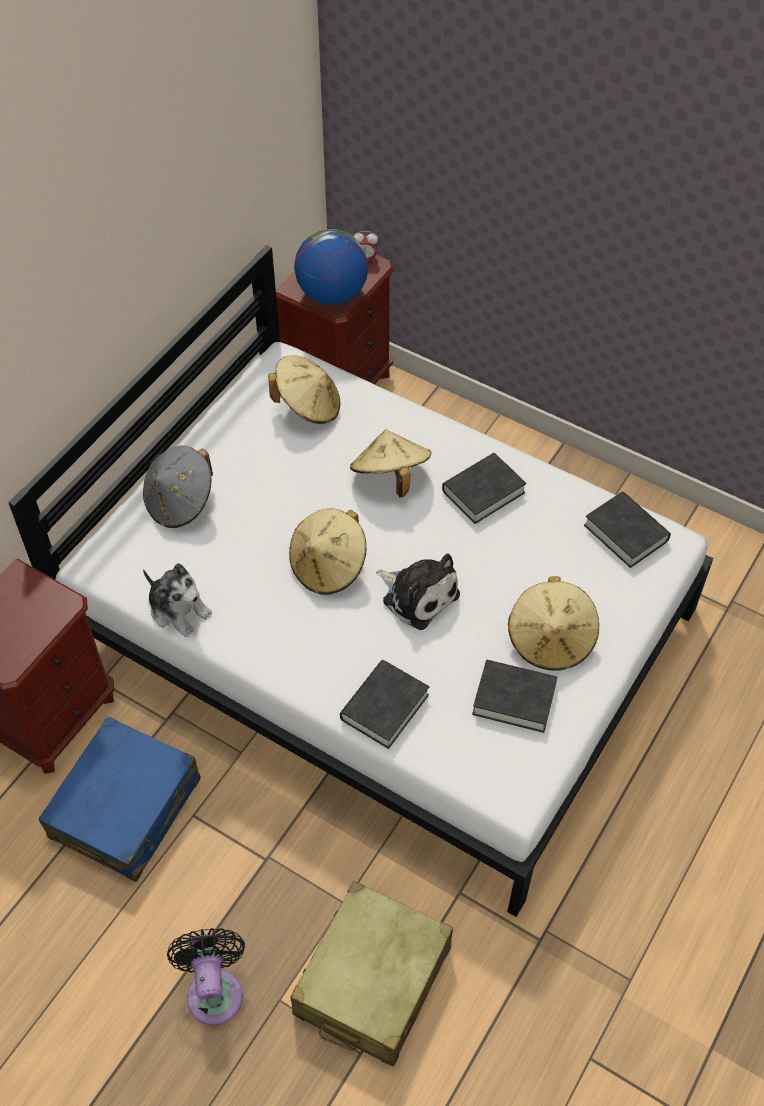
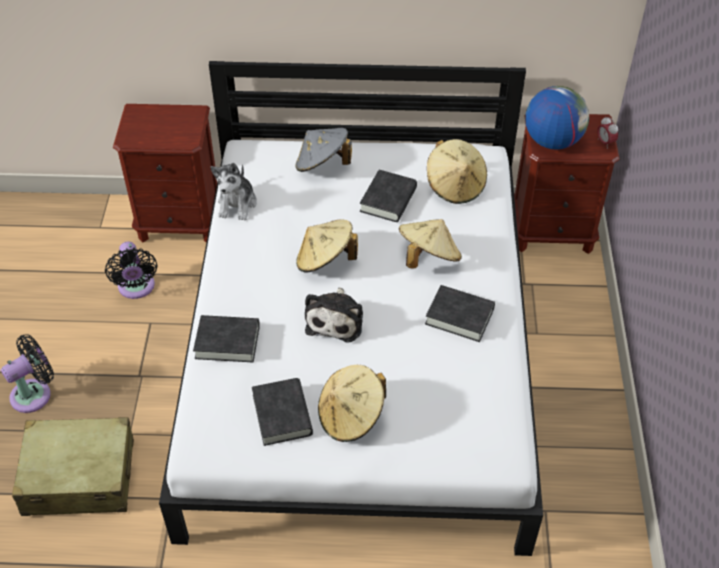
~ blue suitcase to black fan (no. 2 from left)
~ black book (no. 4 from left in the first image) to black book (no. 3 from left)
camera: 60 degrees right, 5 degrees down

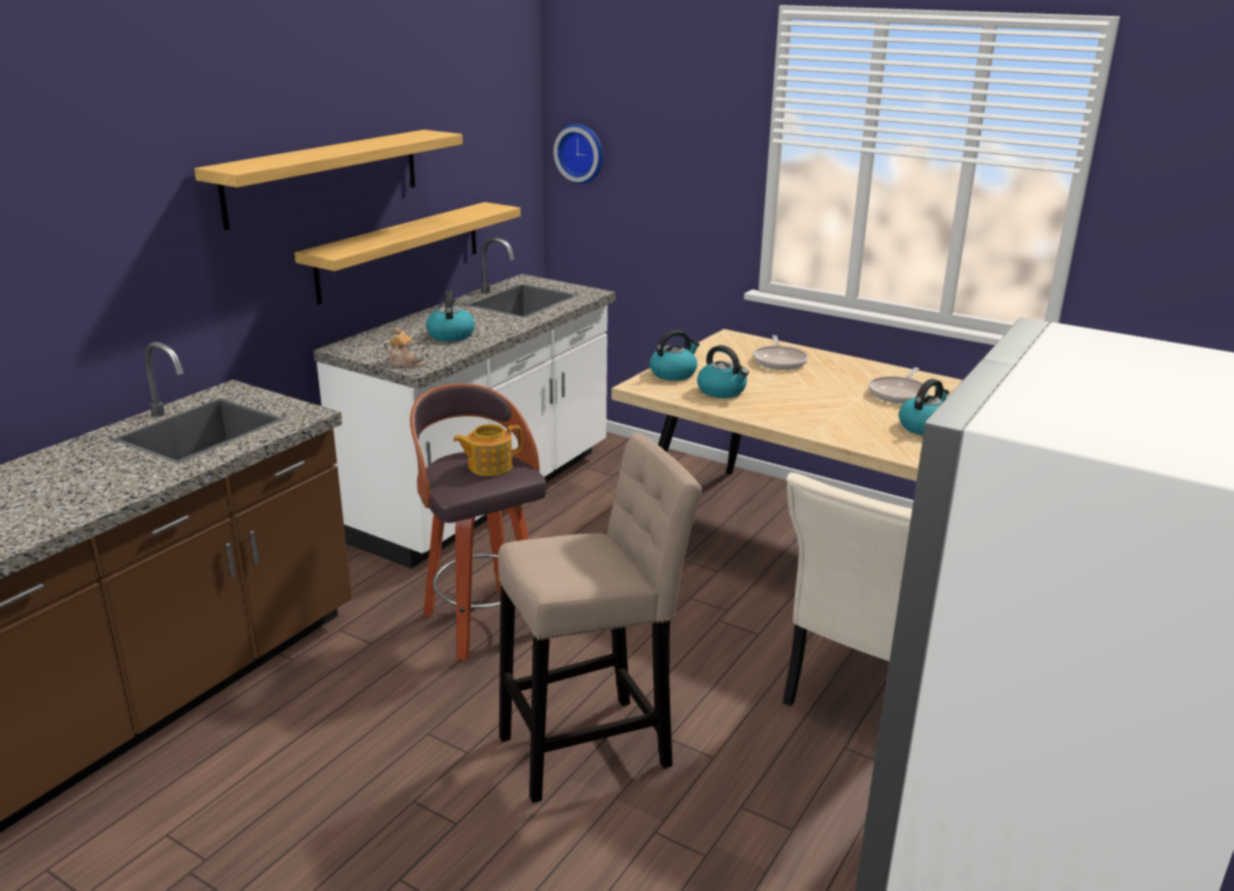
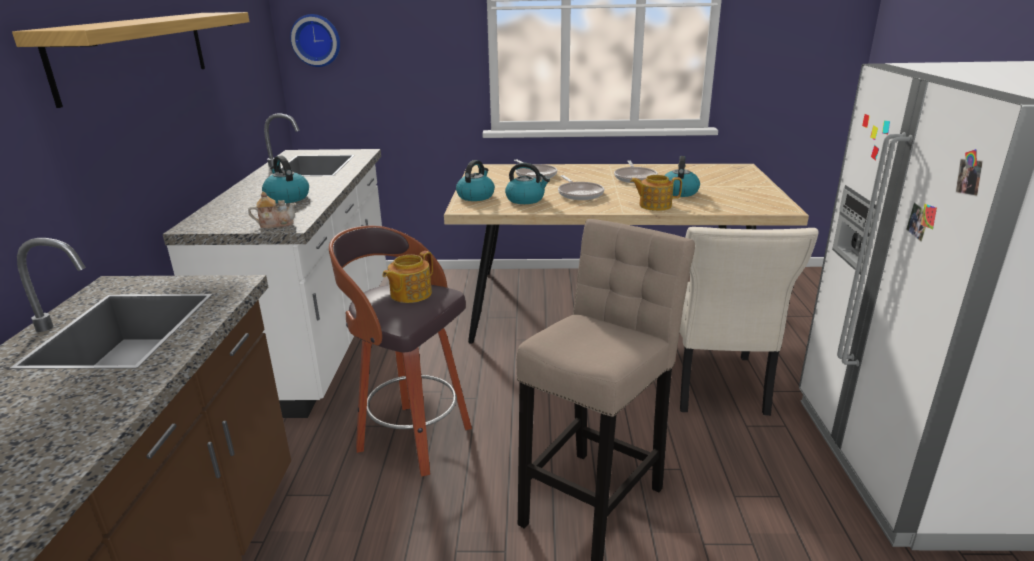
+ frying pan (no. 2 from left)
+ teapot (no. 3 from left)
- shelf (no. 2 from left)
camera: 30 degrees left, 0 degrees up

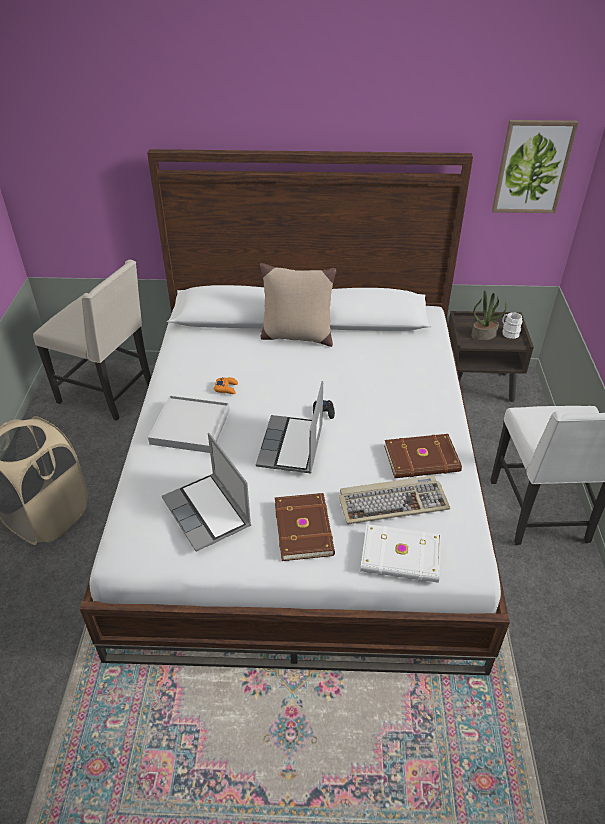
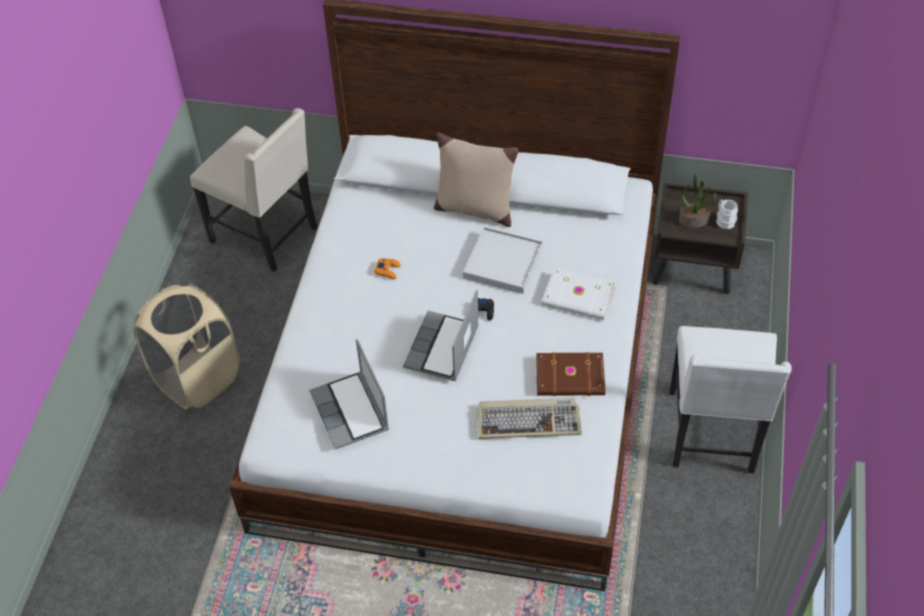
~ white tray
~ white book
- brown book (no. 1 from left)
- picture
camera: 10 degrees right, 10 degrees up

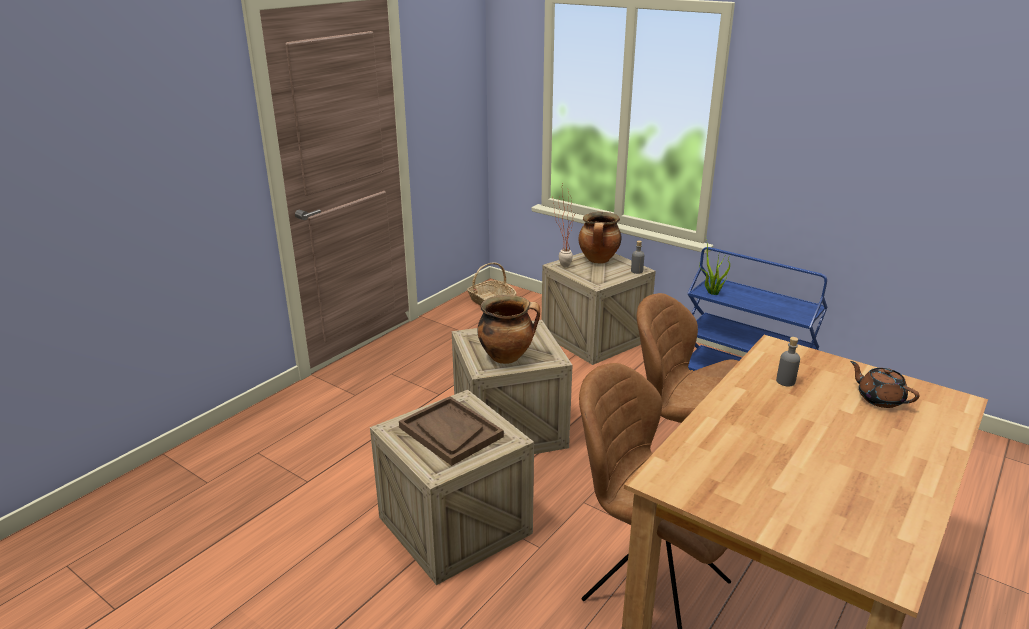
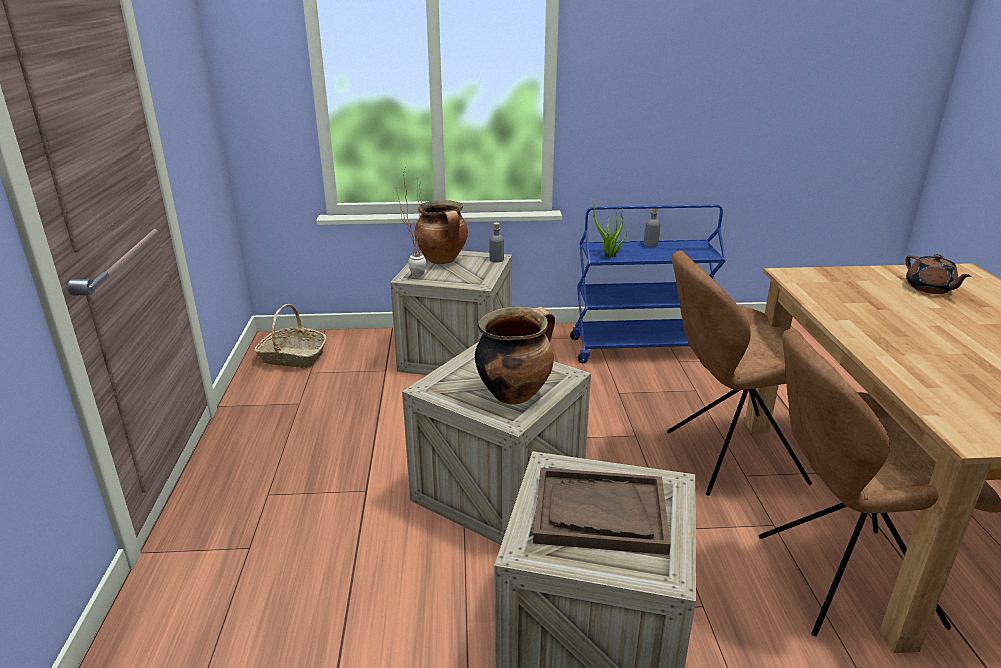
~ grey bottle (no. 2 from left)
~ brown teapot 120 degrees counterclockwise
camera: 40 degrees left, 0 degrees up

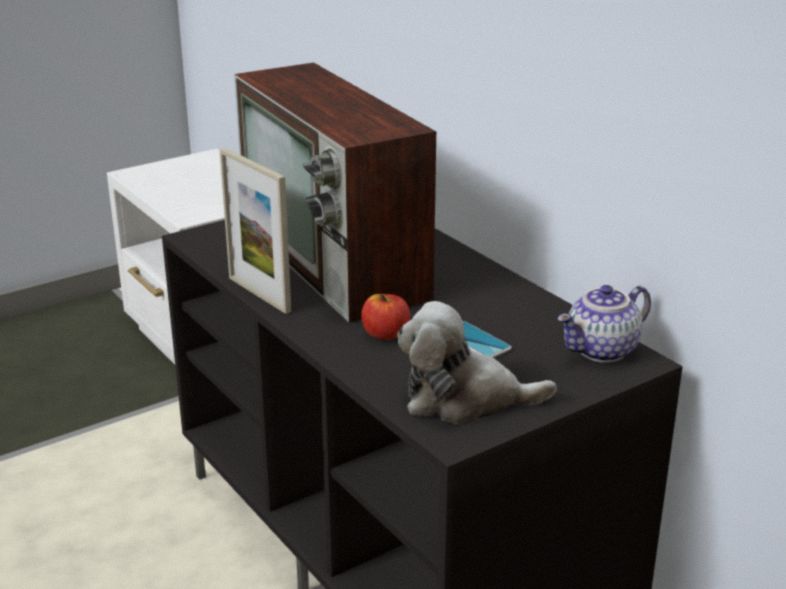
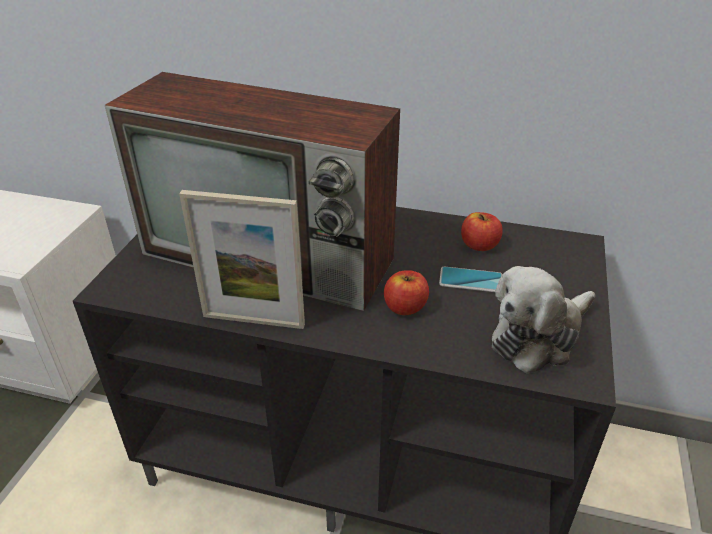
+ apple (no. 2 from left)
- teapot
camera: 40 degrees left, 10 degrees up

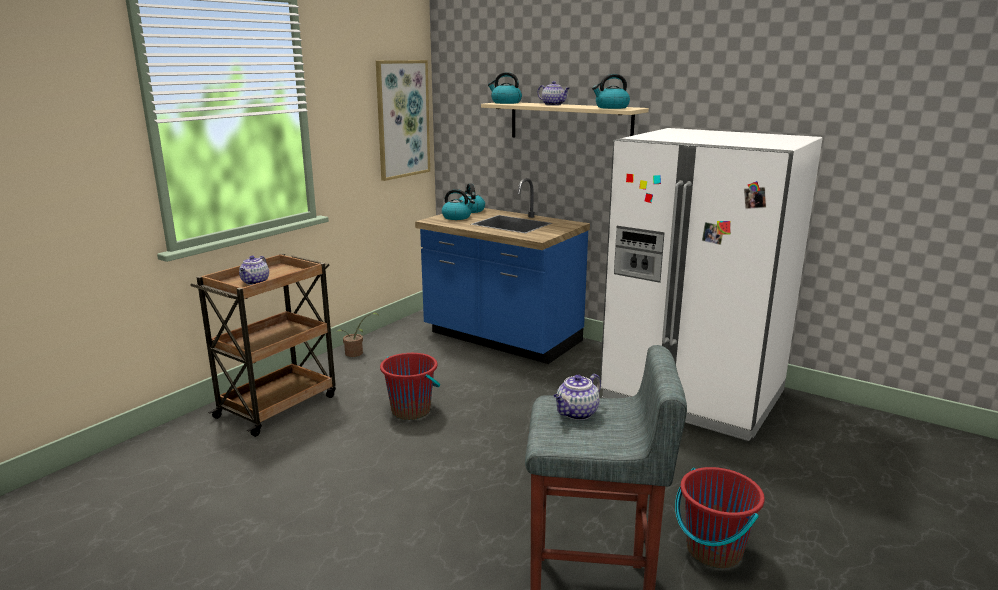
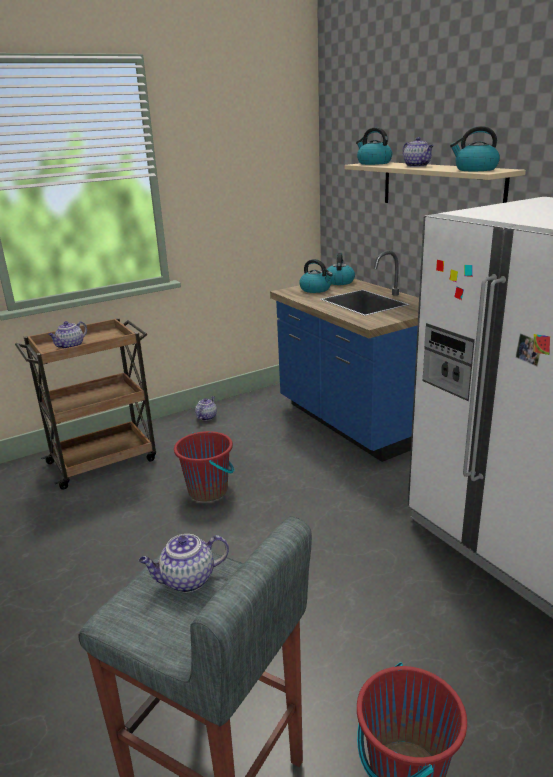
~ potted plant to teapot (no. 3 from left)
- picture
camera: 25 degrees right, 5 degrees up

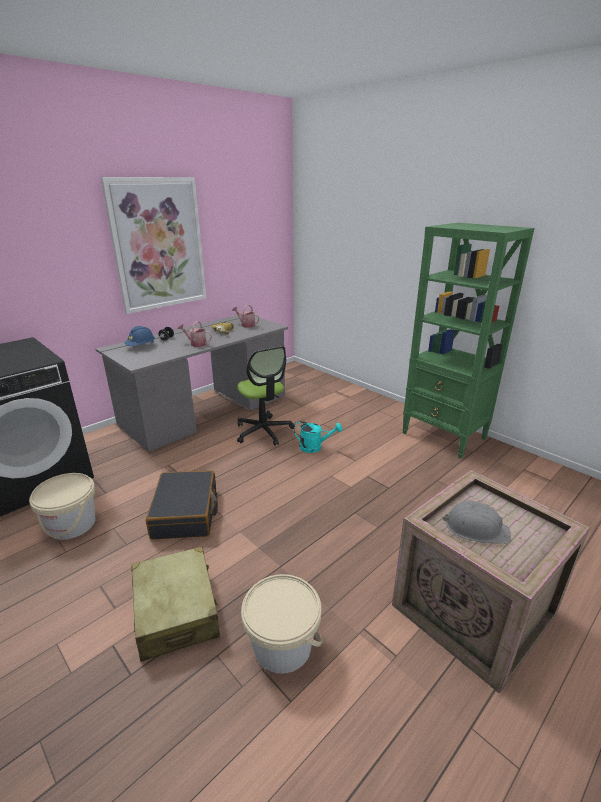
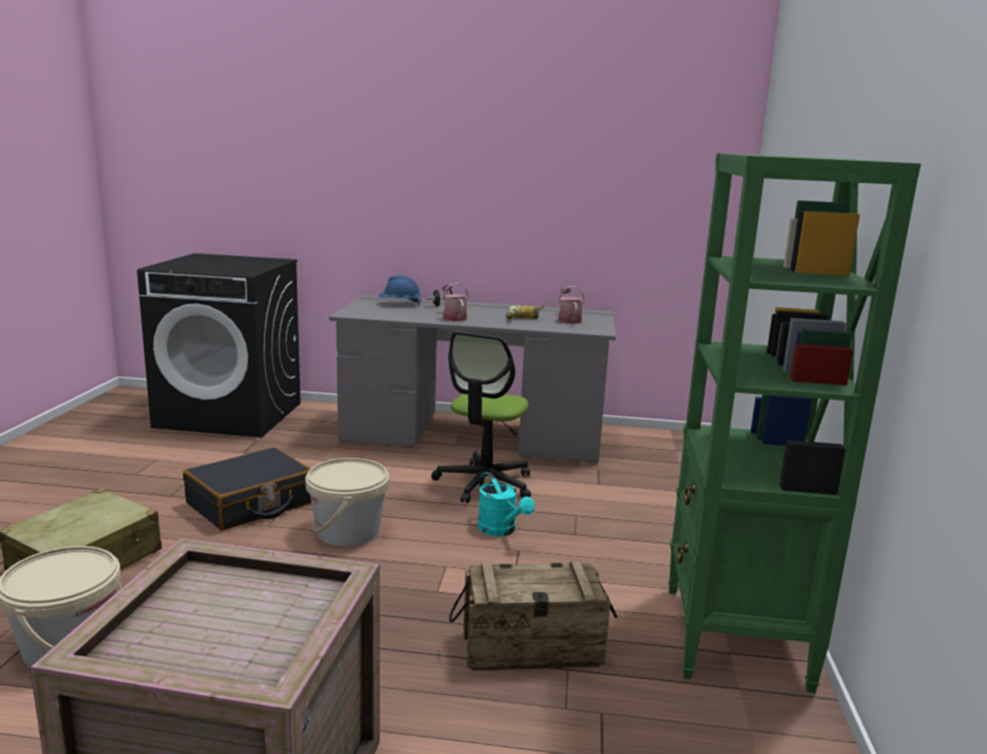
~ beige bucket (no. 1 from left in the first image) to beige bucket (no. 2 from left)
+ crate (no. 2 from left)
- picture
- grey hard hat
camera: 50 degrees right, 10 degrees down

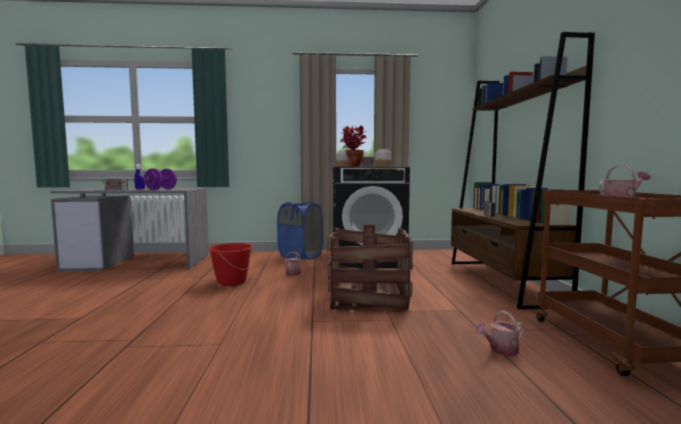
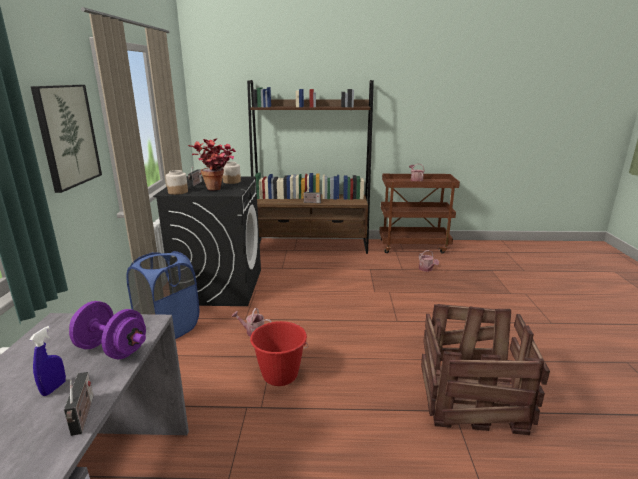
+ picture
~ crate
camera: 85 degrees left, 15 degrees up

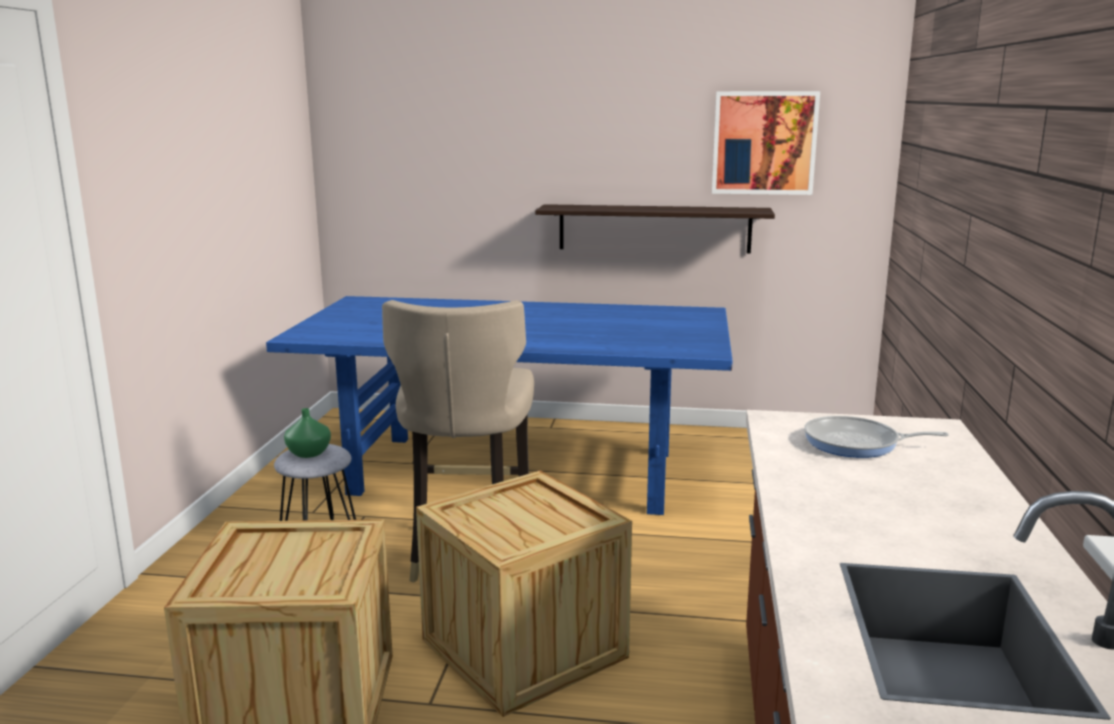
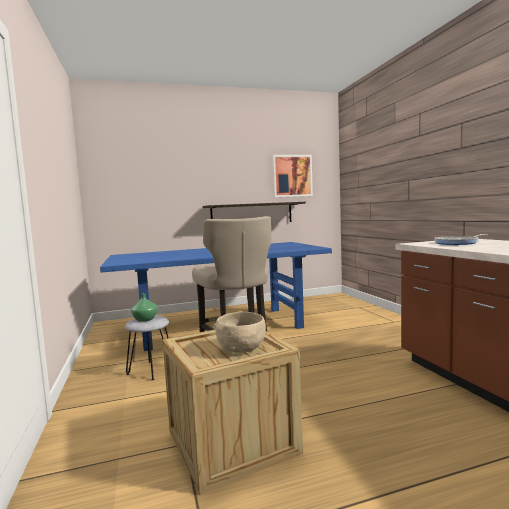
+ beige bowl
- crate (no. 2 from left)
camera: 25 degrees left, 10 degrees down

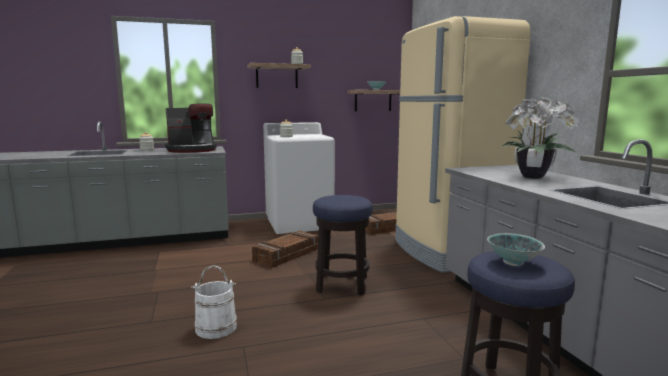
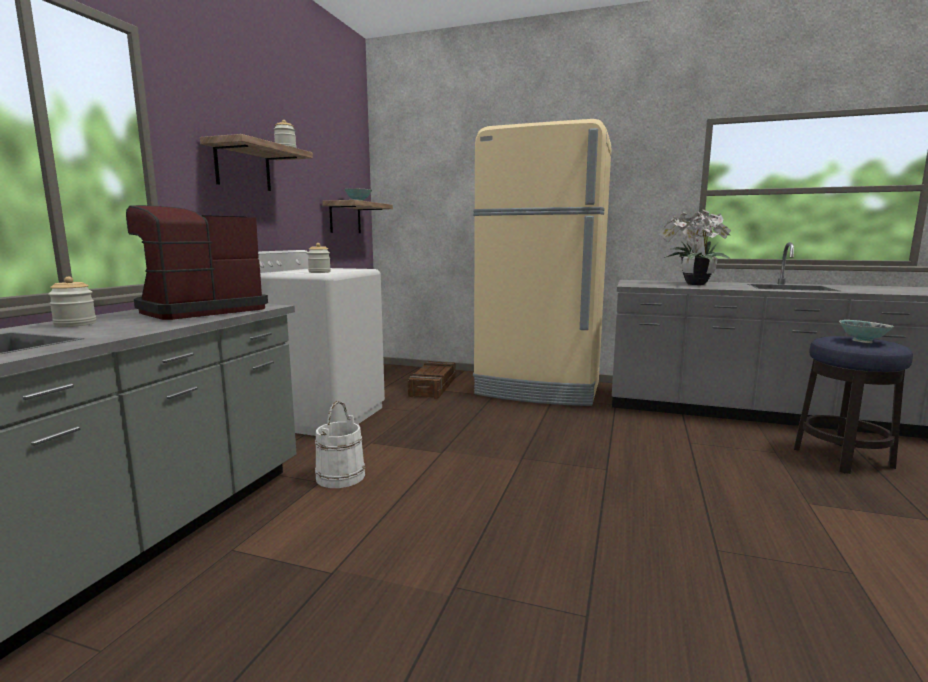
~ coffee machine 150 degrees counterclockwise
~ white bucket
- crate (no. 1 from left)
- stool (no. 1 from left)
camera: 55 degrees left, 0 degrees up

